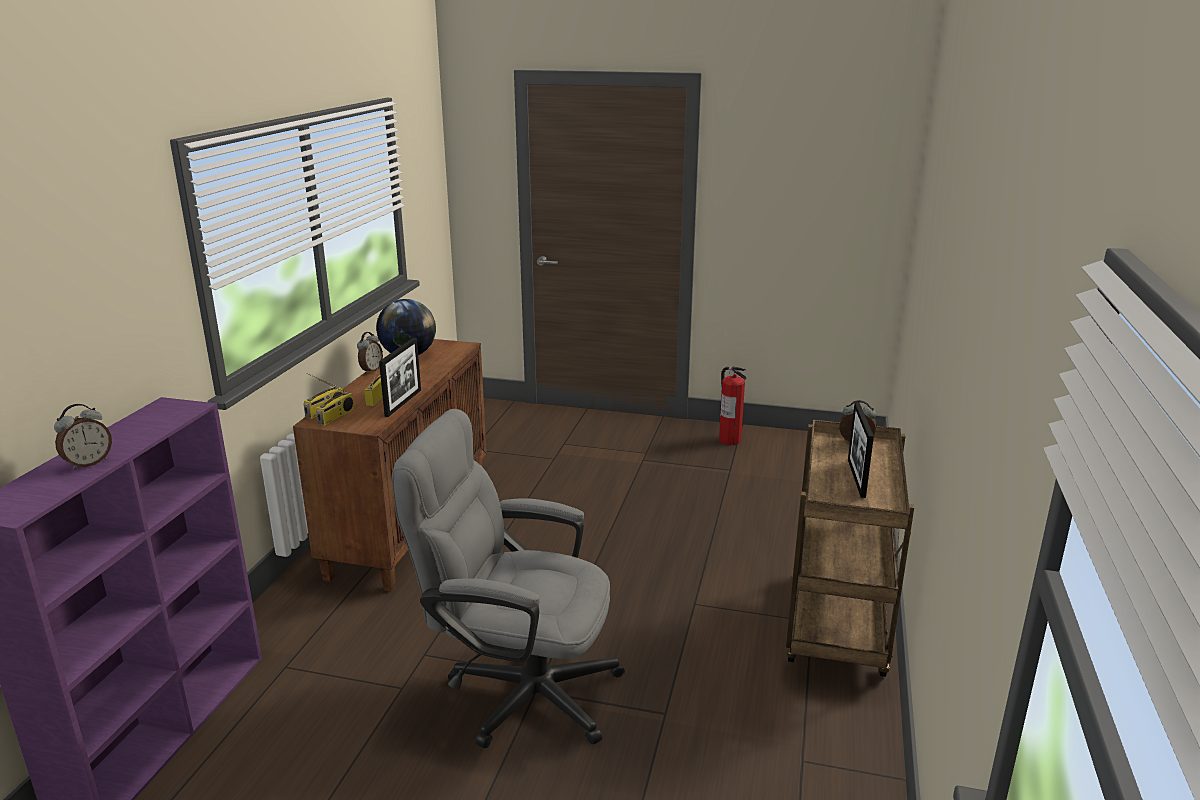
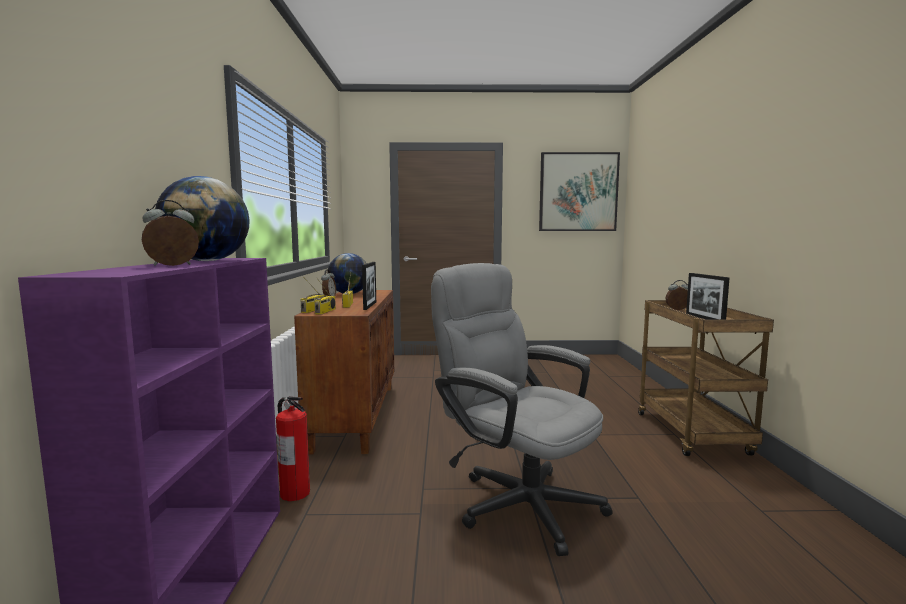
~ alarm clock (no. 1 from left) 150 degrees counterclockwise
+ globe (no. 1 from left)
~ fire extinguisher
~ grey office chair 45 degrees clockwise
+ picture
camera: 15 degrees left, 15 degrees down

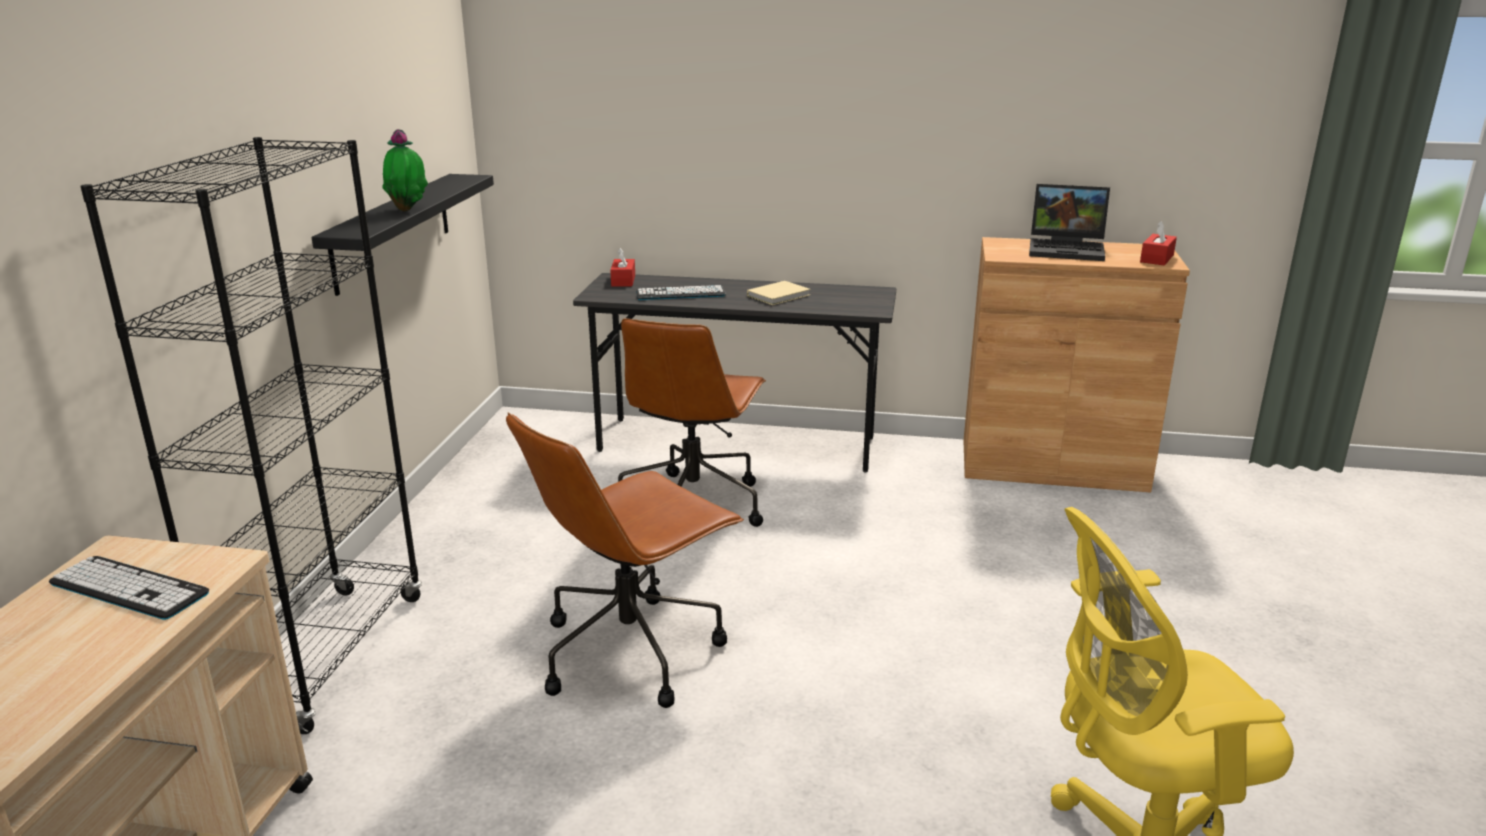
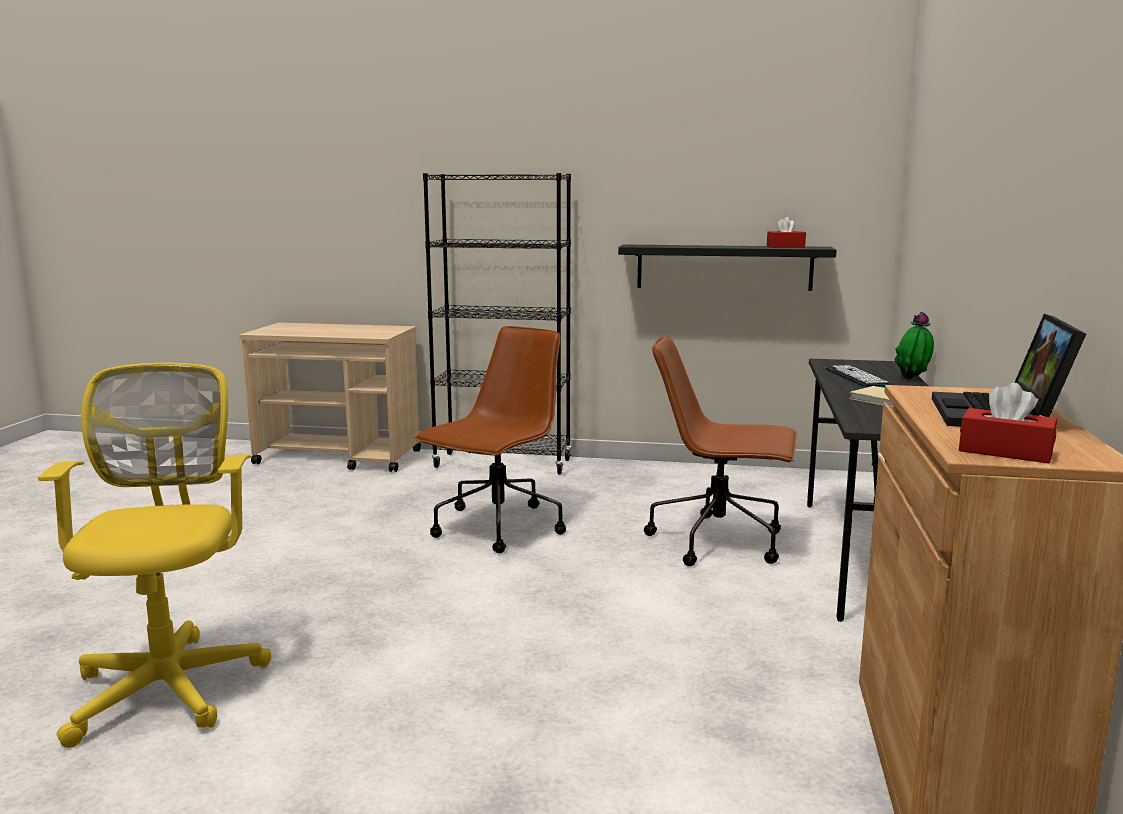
~ brown office chair (no. 1 from left) 75 degrees clockwise
~ red tissue box (no. 1 from left)
~ potted plant
- keyboard (no. 1 from left)
camera: 90 degrees right, 10 degrees down

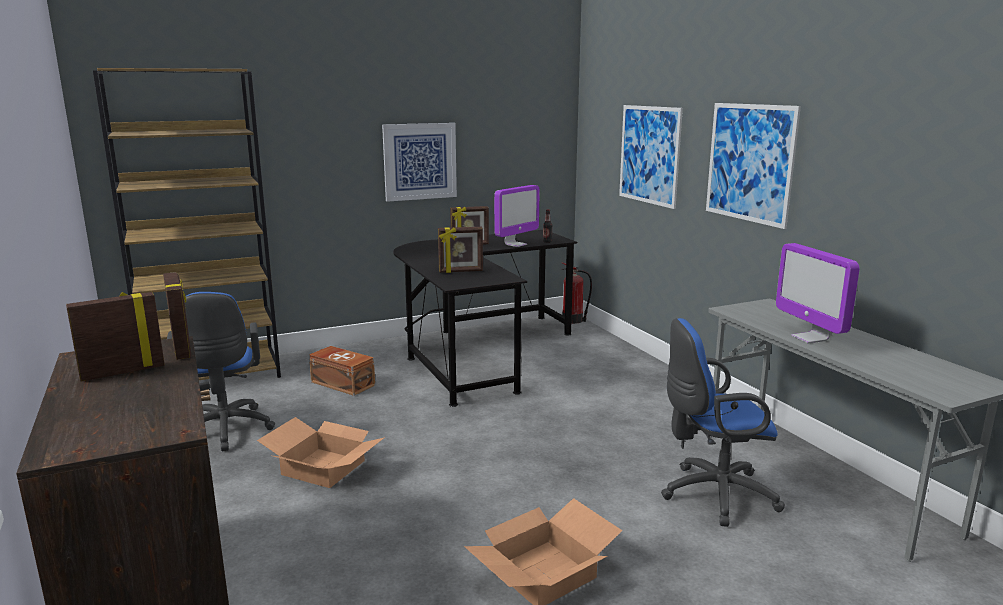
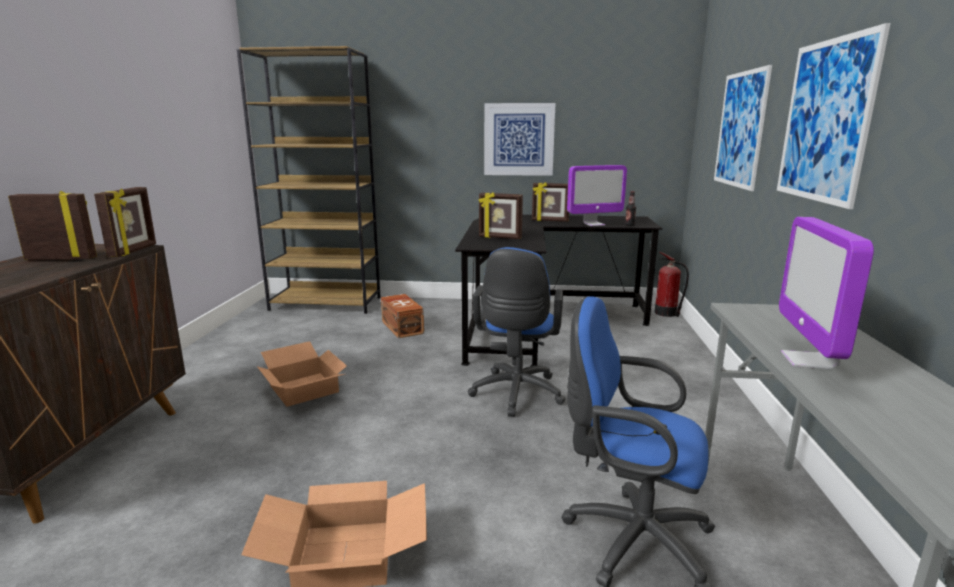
~ blue office chair (no. 1 from left)
camera: 30 degrees right, 0 degrees up

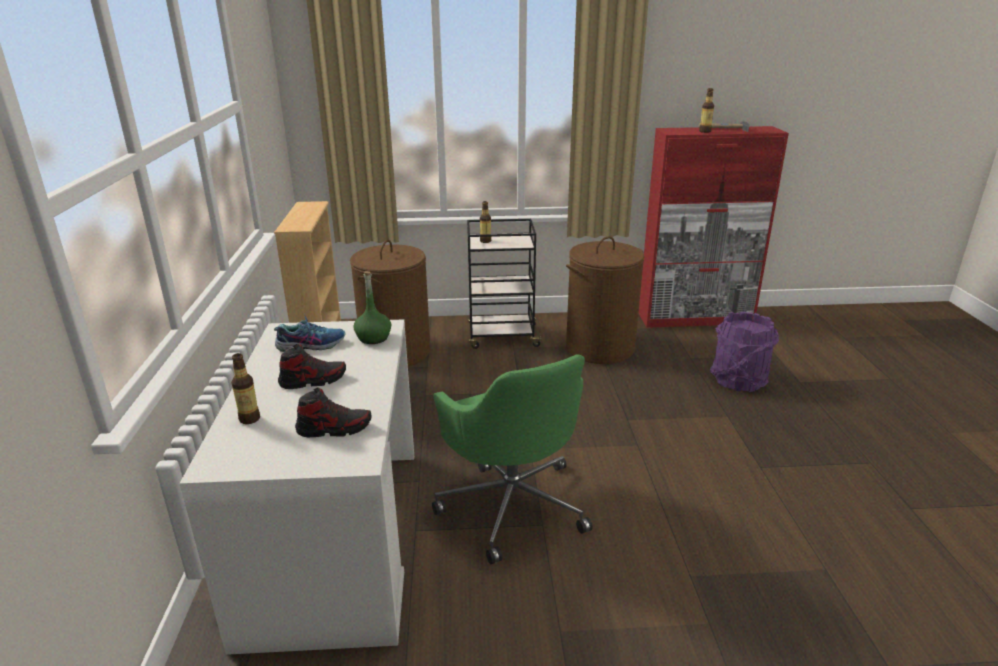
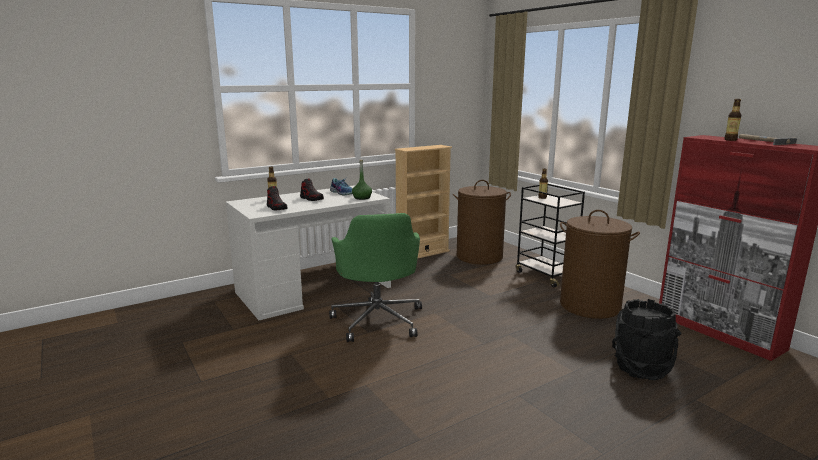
~ green office chair 45 degrees counterclockwise
~ purple bucket to black bucket
camera: 60 degrees right, 10 degrees down

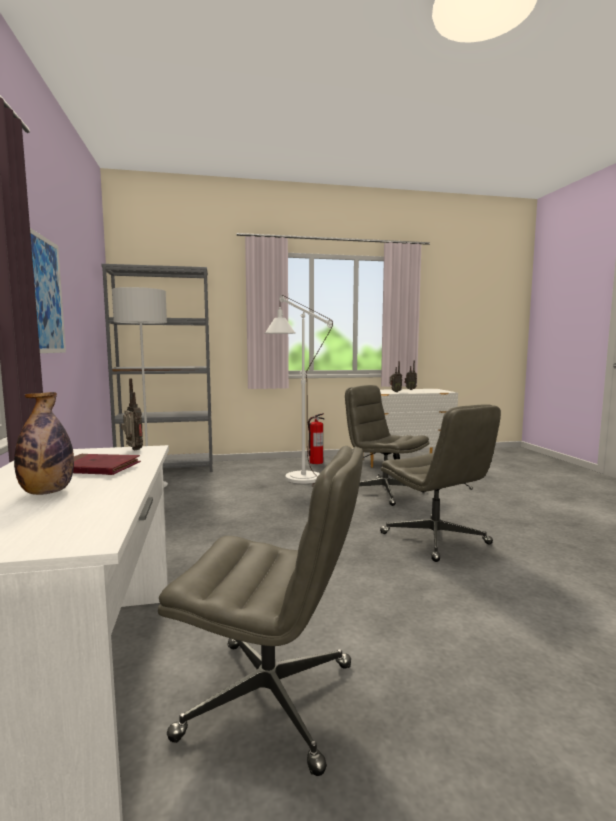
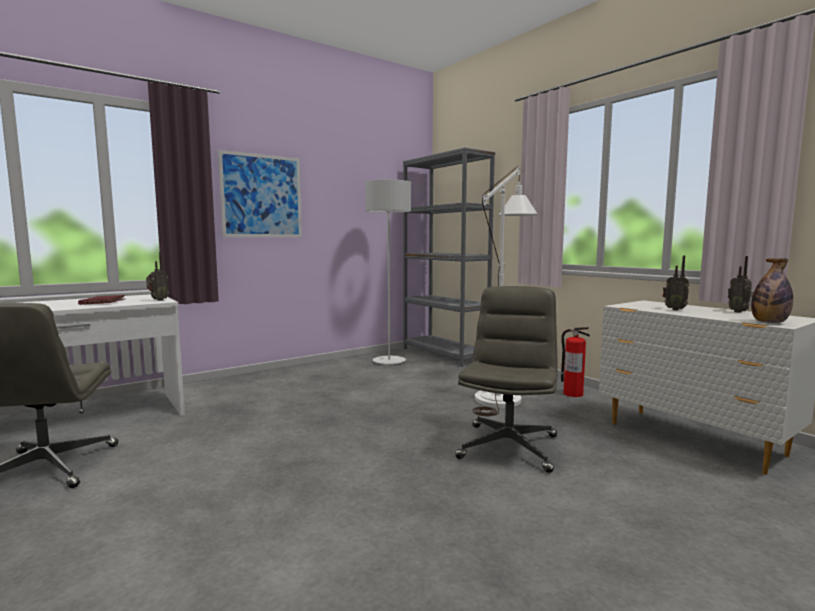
~ bottle
- grey office chair (no. 3 from left)
camera: 65 degrees right, 0 degrees up

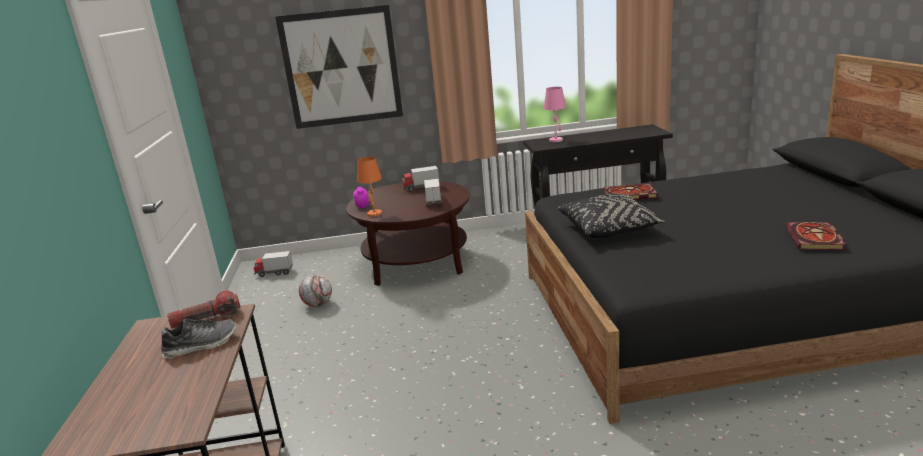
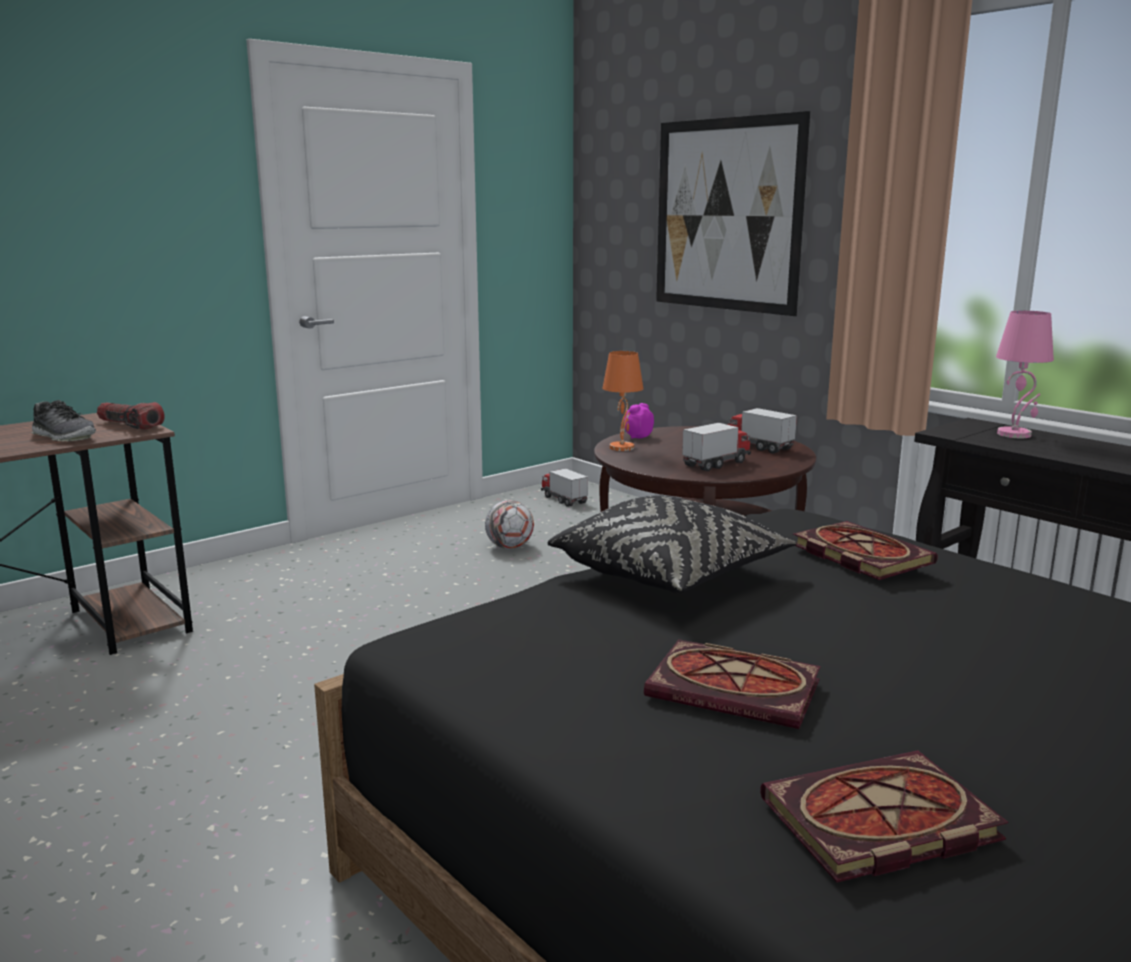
+ book (no. 1 from left)
camera: 55 degrees right, 5 degrees down

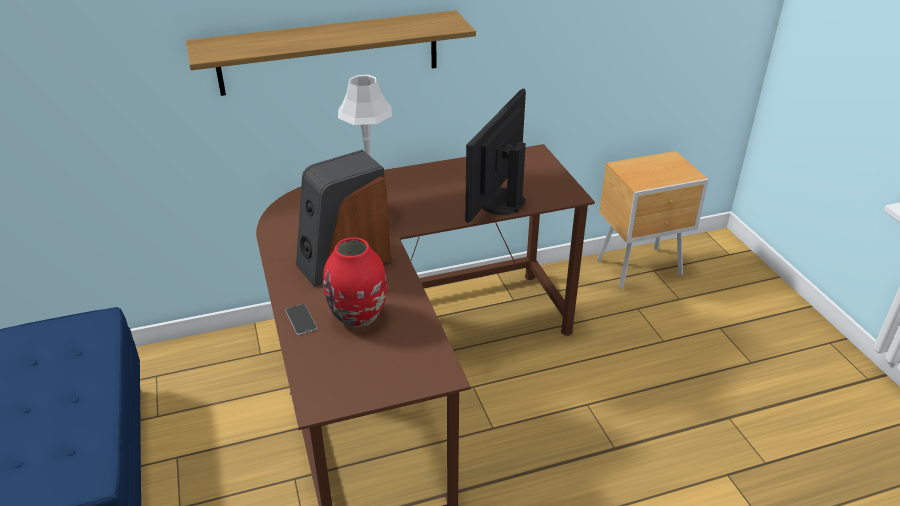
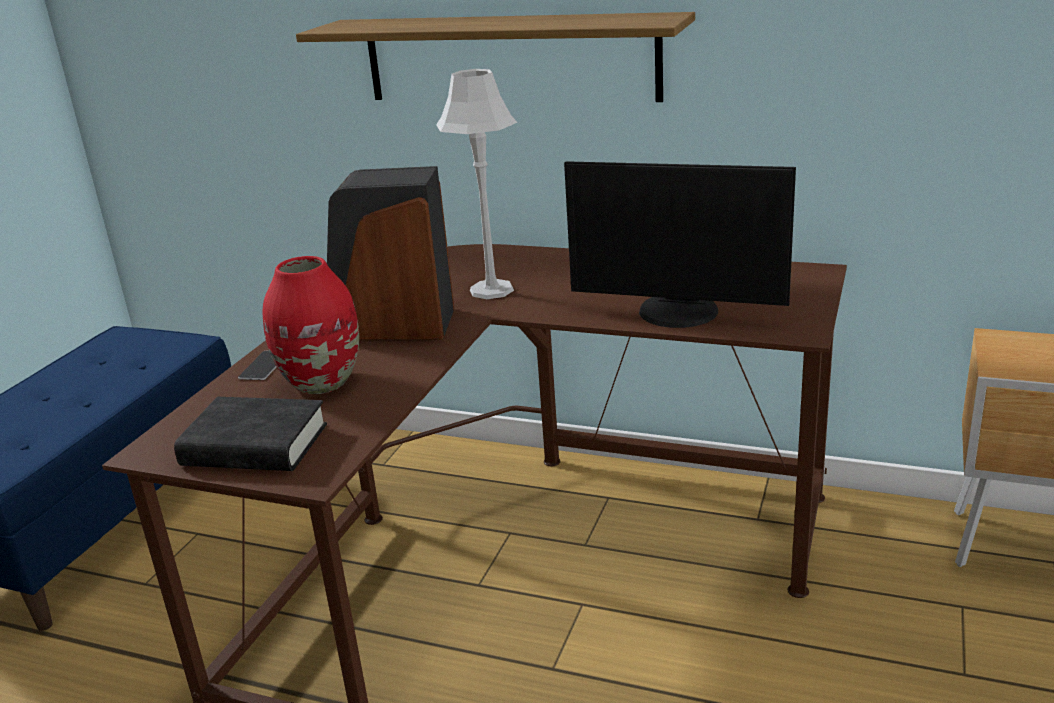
+ black book
~ monitor 135 degrees counterclockwise
camera: 40 degrees right, 10 degrees down

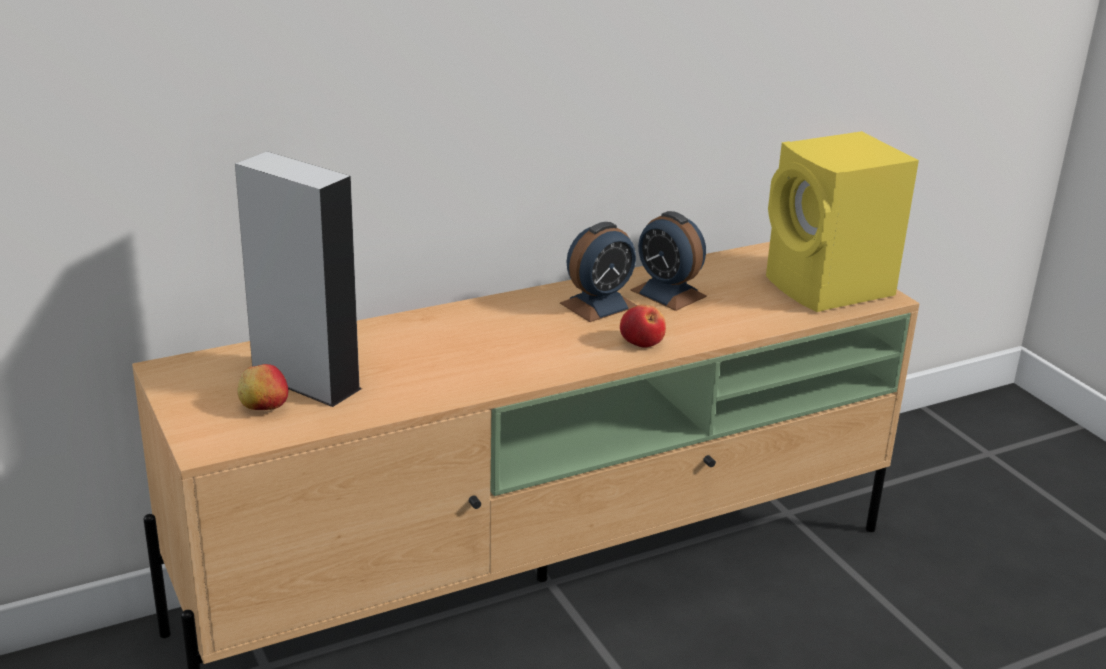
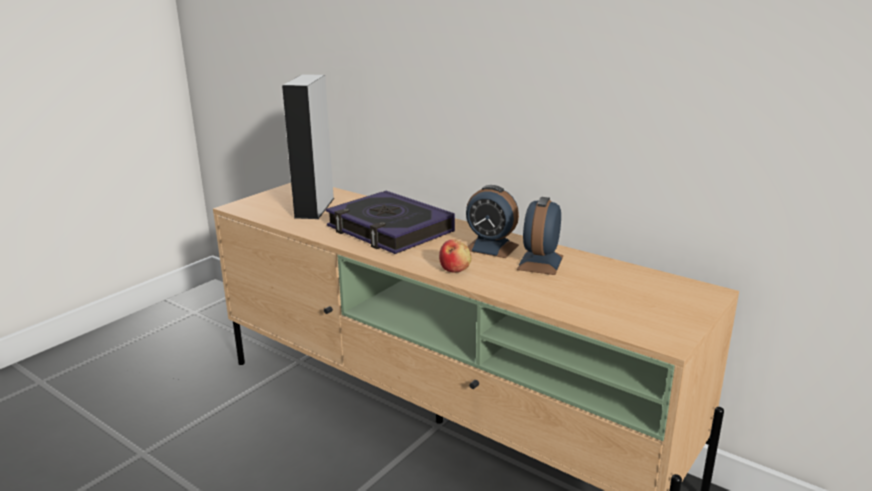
+ book
- apple (no. 1 from left)
- yellow speaker
camera: 65 degrees right, 5 degrees down

